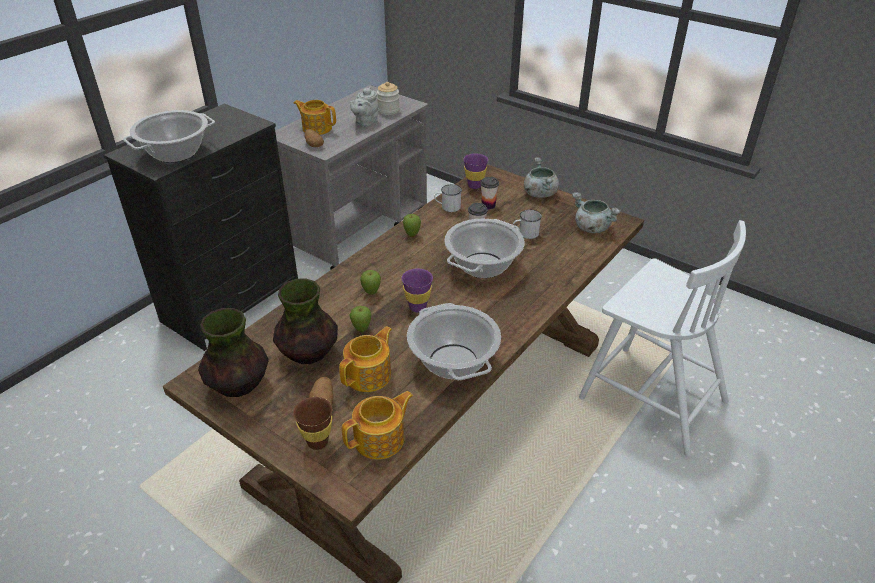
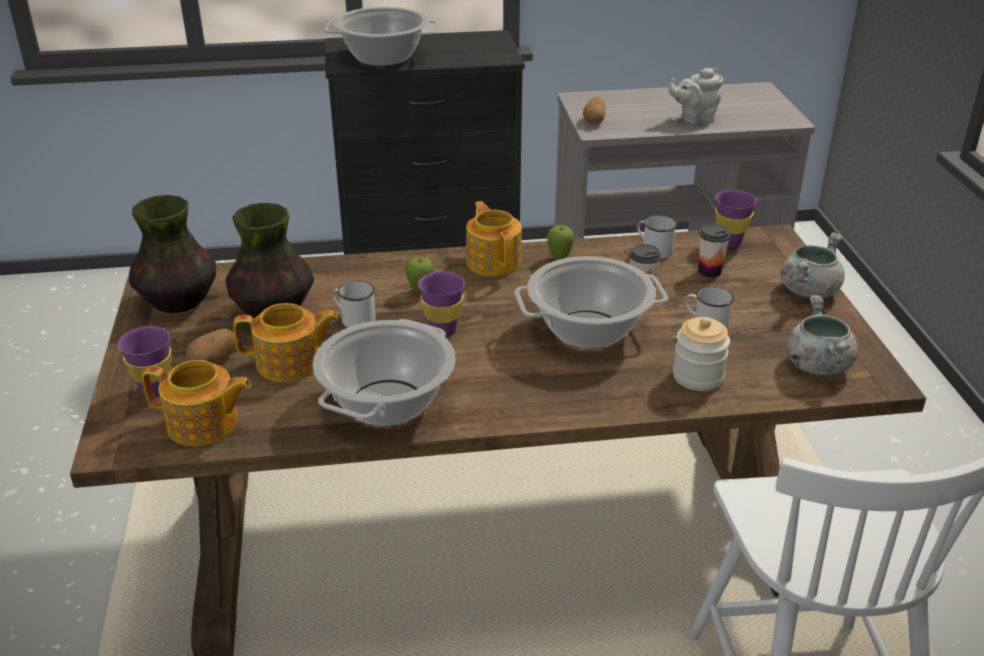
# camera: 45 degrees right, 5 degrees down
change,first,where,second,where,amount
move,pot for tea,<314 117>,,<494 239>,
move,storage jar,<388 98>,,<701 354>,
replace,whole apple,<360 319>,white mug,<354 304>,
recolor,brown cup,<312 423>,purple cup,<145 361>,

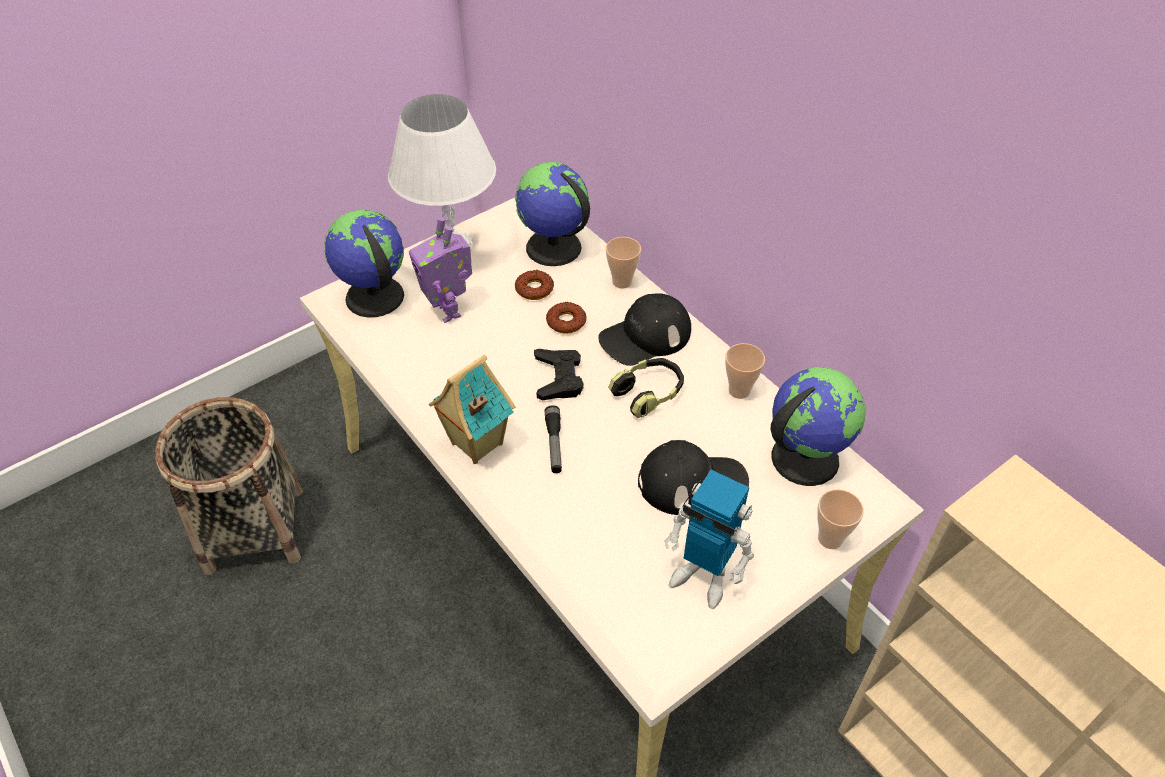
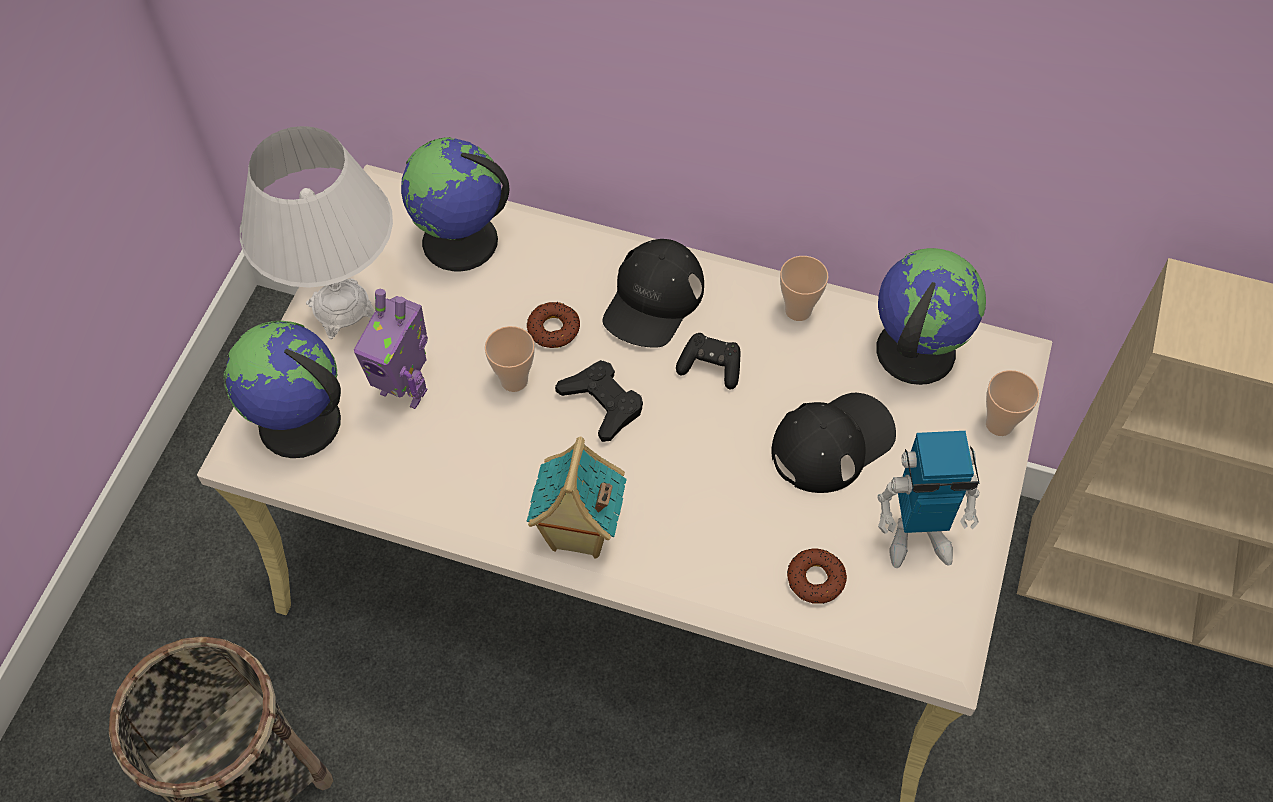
# camera: 35 degrees left, 10 degrees up
change,first,where,second,where,amount
delete,torch,<553 439>,,,
move,donut,<534 285>,,<817 576>,
move,cup,<623 263>,,<510 359>,
replace,headset,<646 388>,black-coloured joypad,<708 361>,

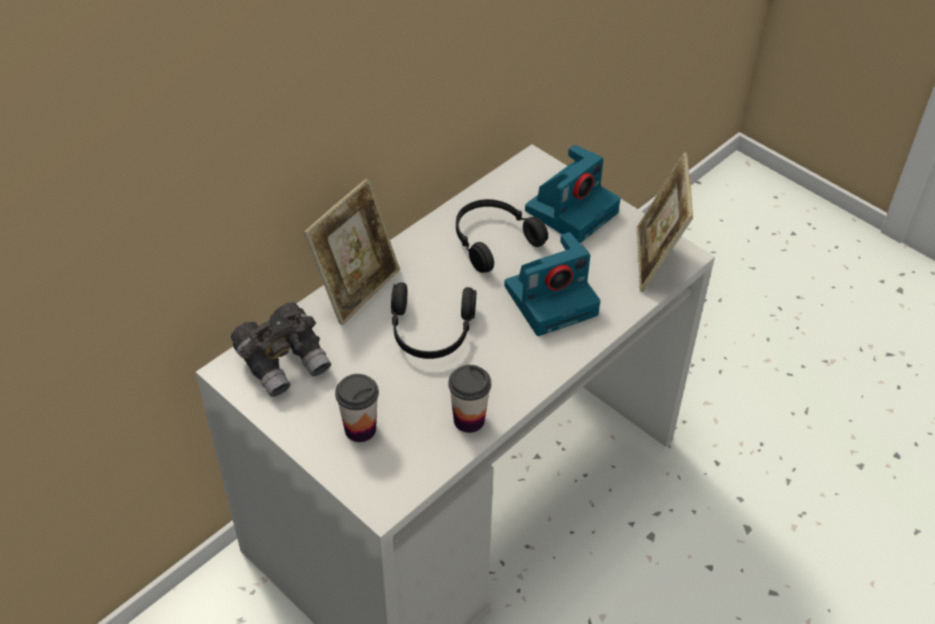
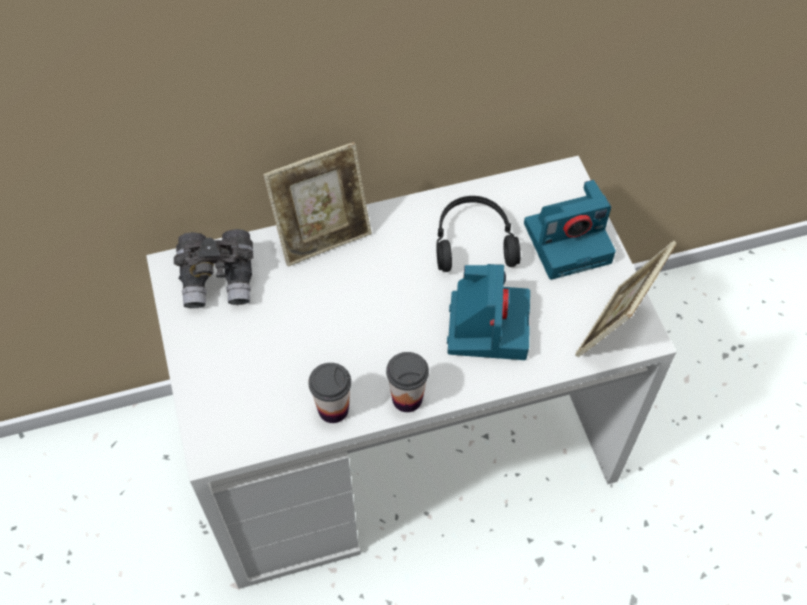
# camera: 30 degrees right, 10 degrees up
change,first,where,second,where,amount
delete,black-coloured headset,<433 320>,,,
move,cup,<357 408>,,<407 382>,
rotate,photo camera,<552 284>,,<488 312>,90 degrees counterclockwise

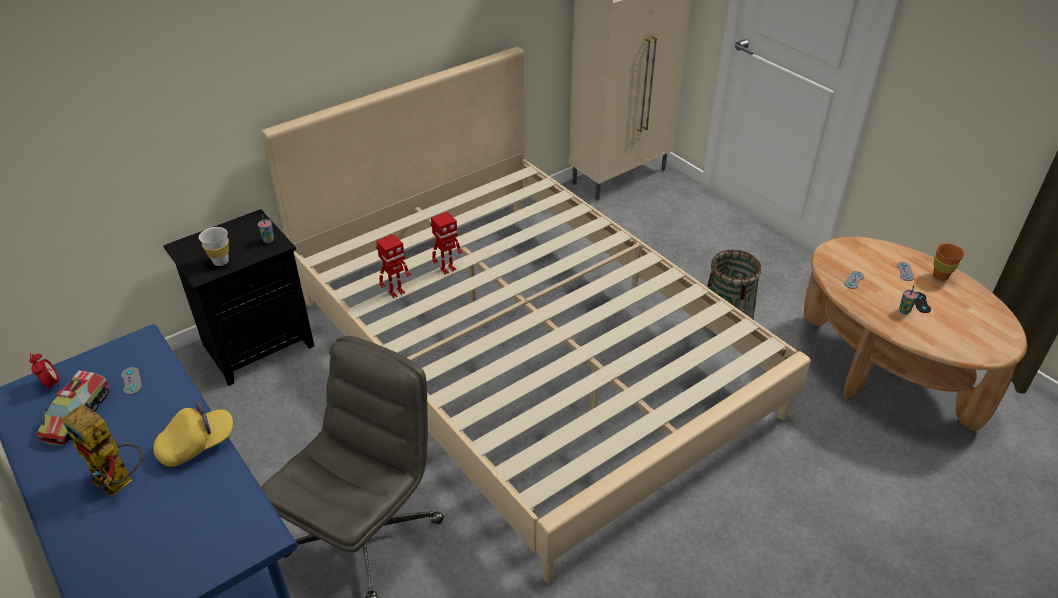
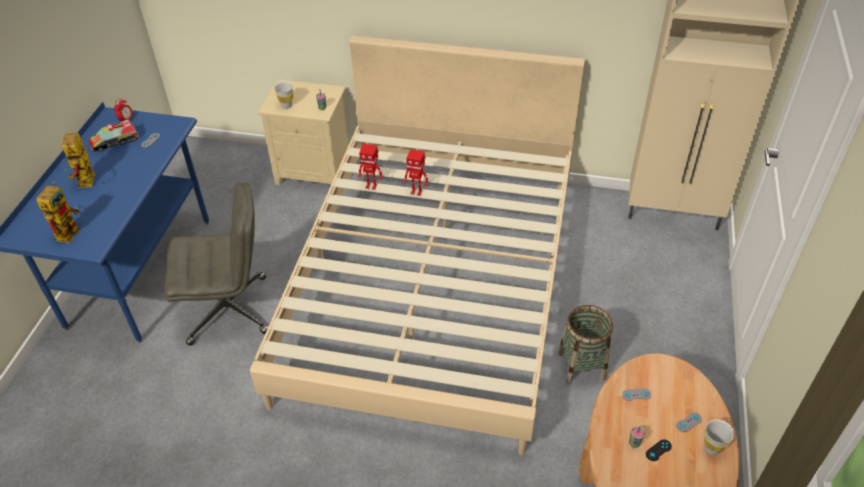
# camera: 50 degrees right, 5 degrees up
change,first,where,second,where,amount
delete,yellow peaked cap,<193 434>,,,
insert,,,robot figure,<59 212>,
recolor,black-coloured night table,<238 297>,beige-coloured night table,<303 132>,
recolor,orange cup,<949 262>,white cup,<719 437>,

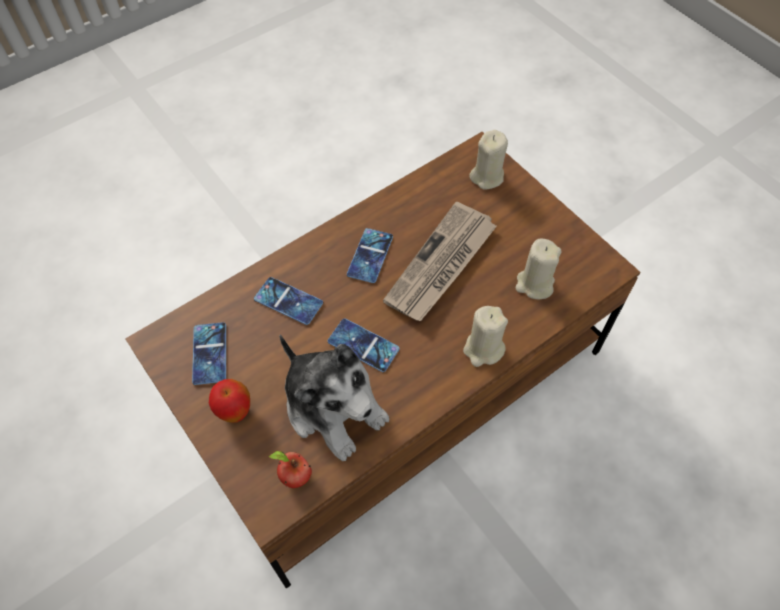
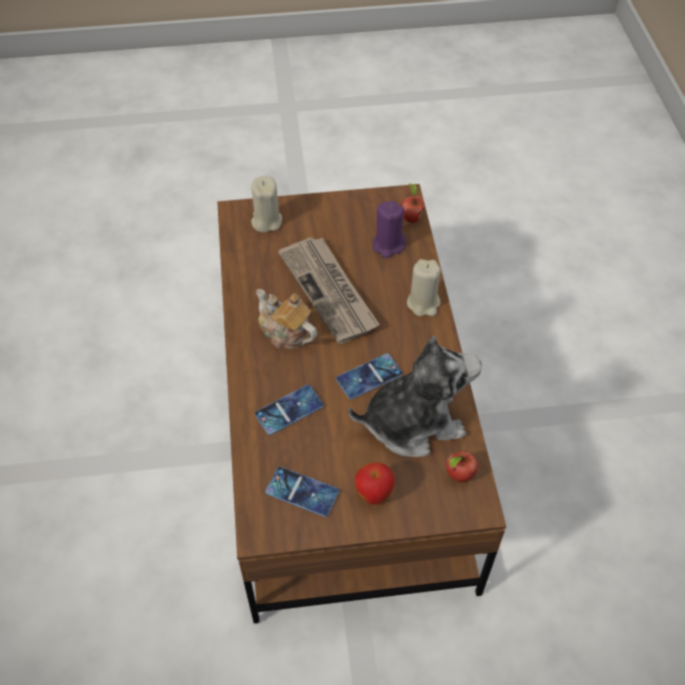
# camera: 60 degrees left, 5 degrees down
change,first,where,second,where,amount
insert,,,whole apple,<412 203>,
replace,phone,<370 255>,pot for tea,<286 319>,
recolor,beige-coloured candle,<539 269>,purple candle,<389 229>,

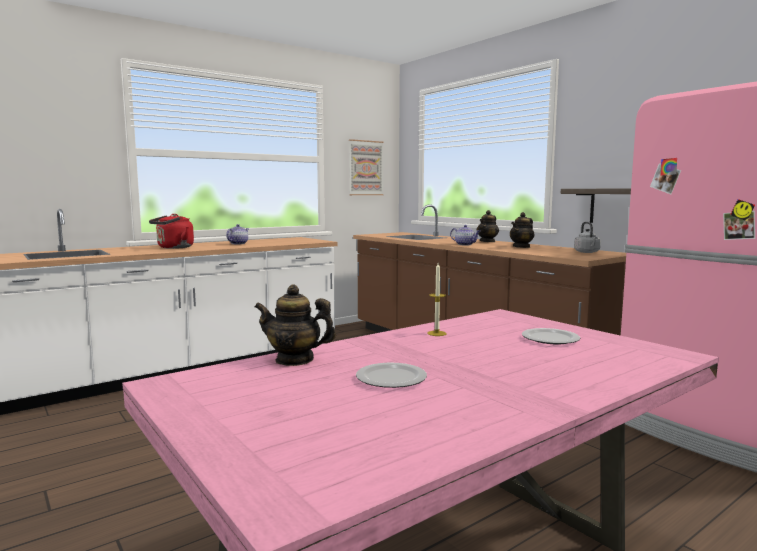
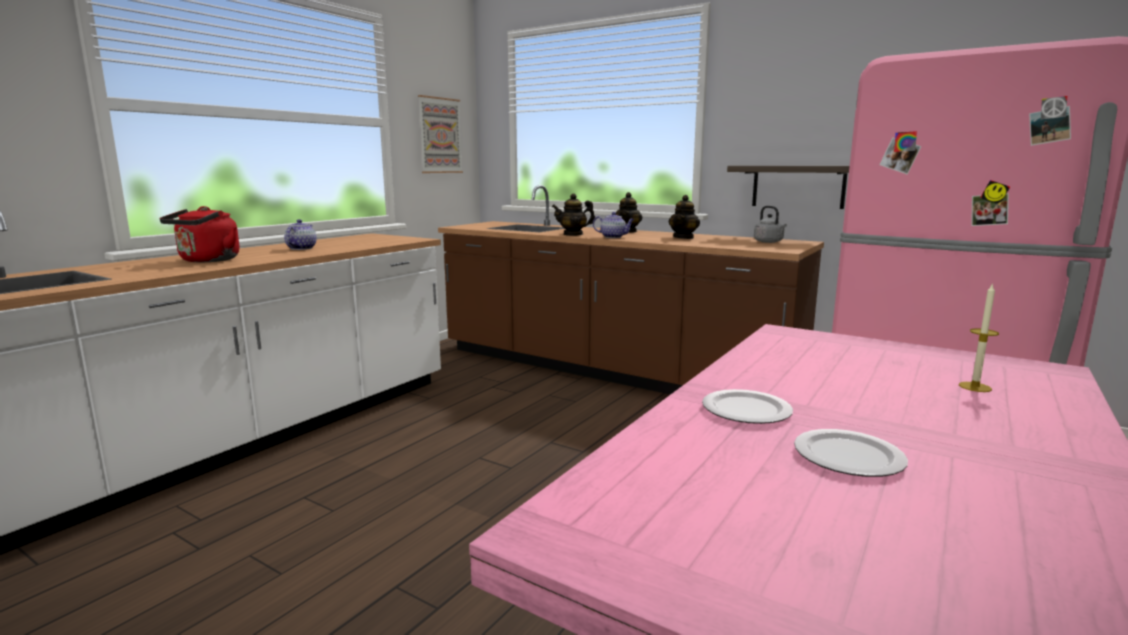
# camera: 20 degrees left, 5 degrees up
change,first,where,second,where,amount
move,pot for tea,<295 325>,,<573 214>,
move,candle,<436 299>,,<979 337>,
move,dinner plate,<551 336>,,<747 406>,

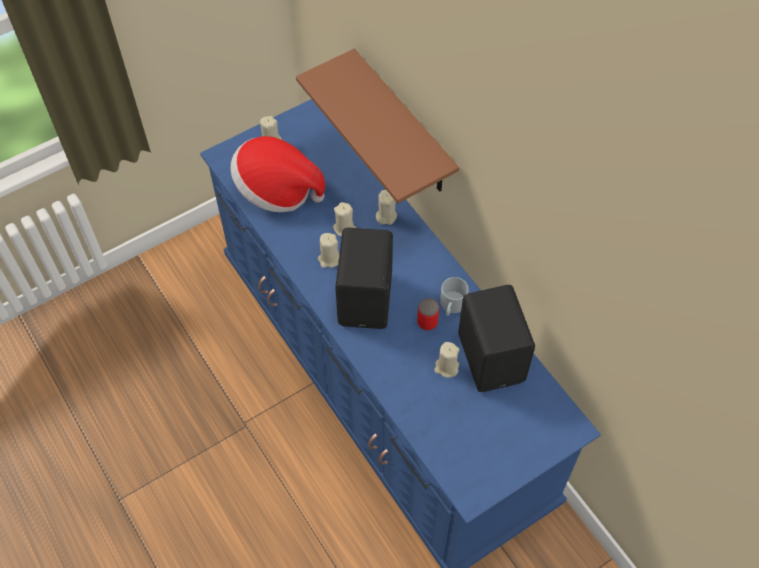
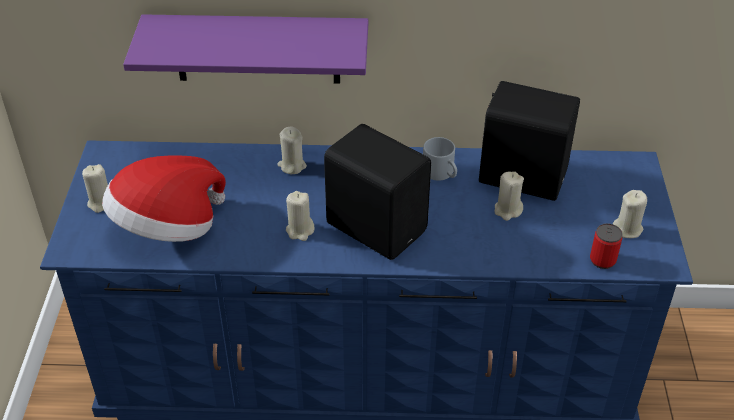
# camera: 55 degrees left, 15 degrees down
change,first,where,second,where,amount
move,beige-coloured candle,<345 219>,,<630 214>,
move,can,<428 314>,,<606 246>,
recolor,brown wall shelf,<377 126>,purple wall shelf,<245 49>,

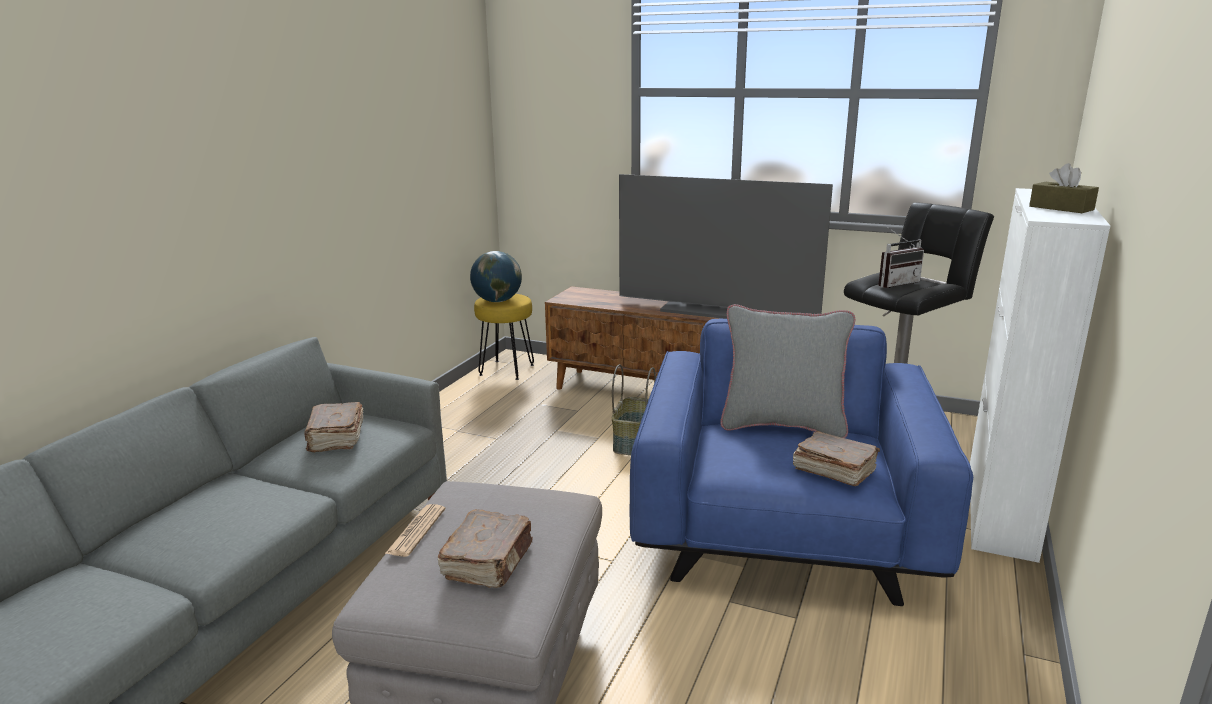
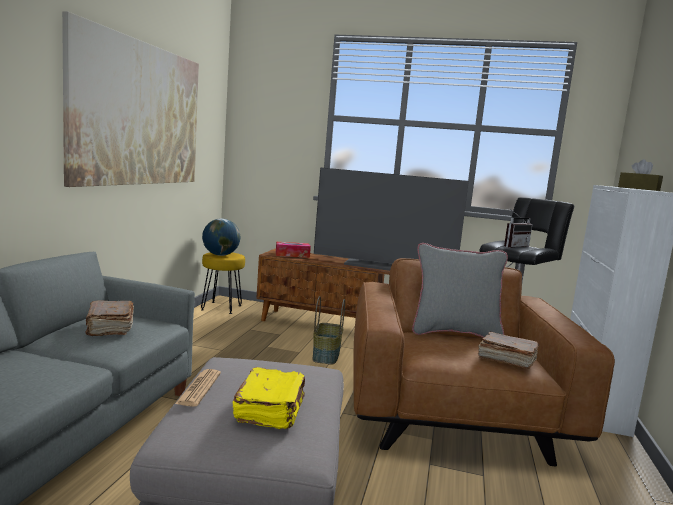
# camera: 10 degrees left, 10 degrees down
change,first,where,second,where,amount
insert,,,wall art,<130 99>,
insert,,,tissue holder,<293 250>,
recolor,brown volume,<485 548>,yellow volume,<269 398>,
recolor,blue-coloured lounge chair,<801 462>,brown lounge chair,<484 362>,

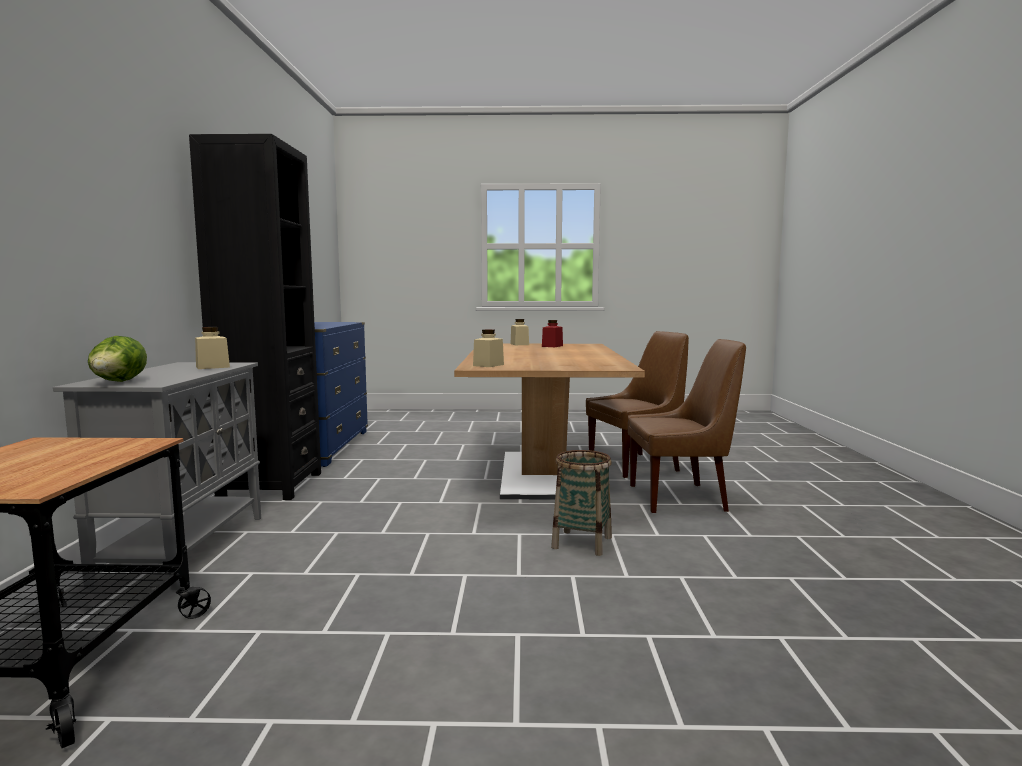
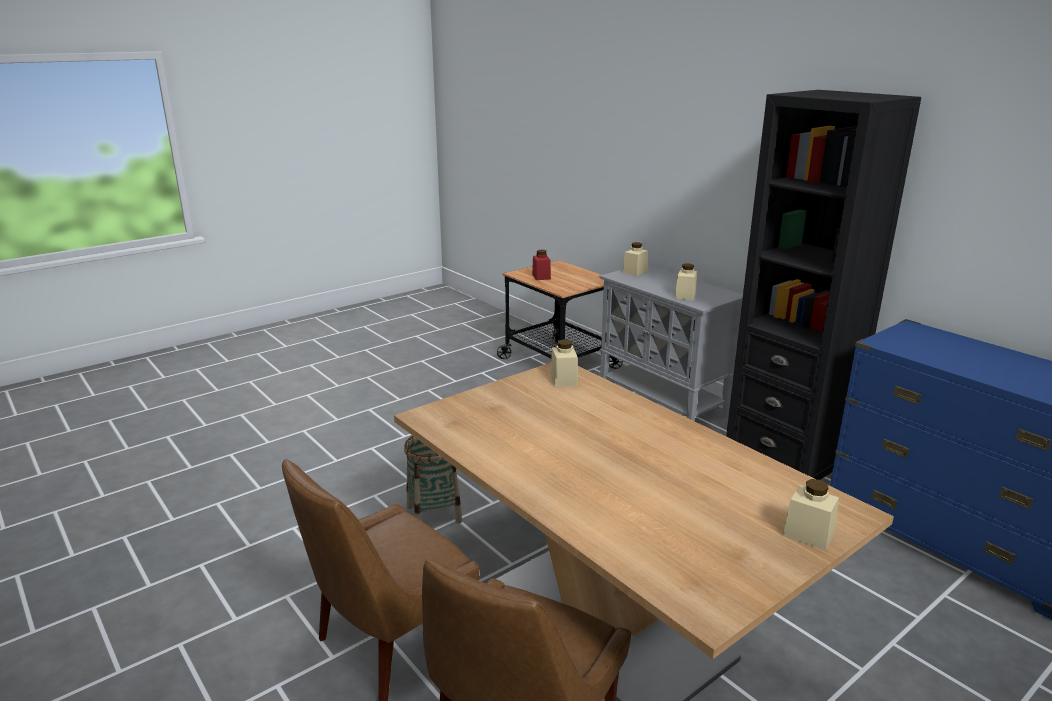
# camera: 140 degrees right, 15 degrees up
change,first,where,second,where,amount
move,red storage jar,<552 333>,,<541 265>,
replace,lettuce,<117 359>,beige-coloured storage jar,<635 259>,

